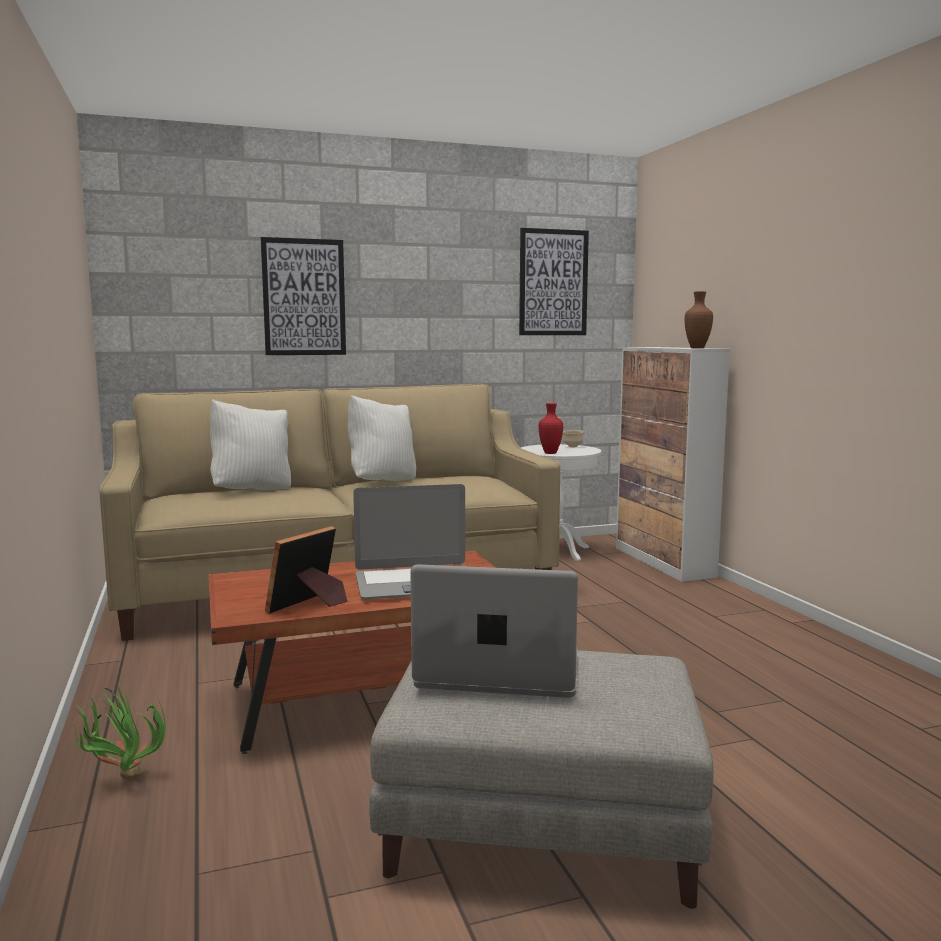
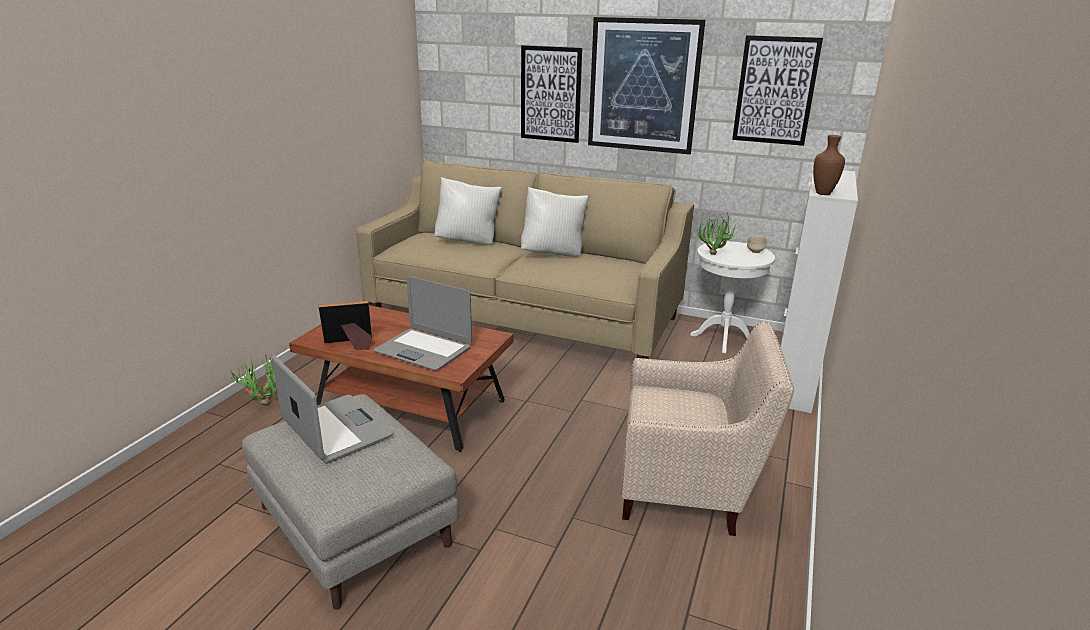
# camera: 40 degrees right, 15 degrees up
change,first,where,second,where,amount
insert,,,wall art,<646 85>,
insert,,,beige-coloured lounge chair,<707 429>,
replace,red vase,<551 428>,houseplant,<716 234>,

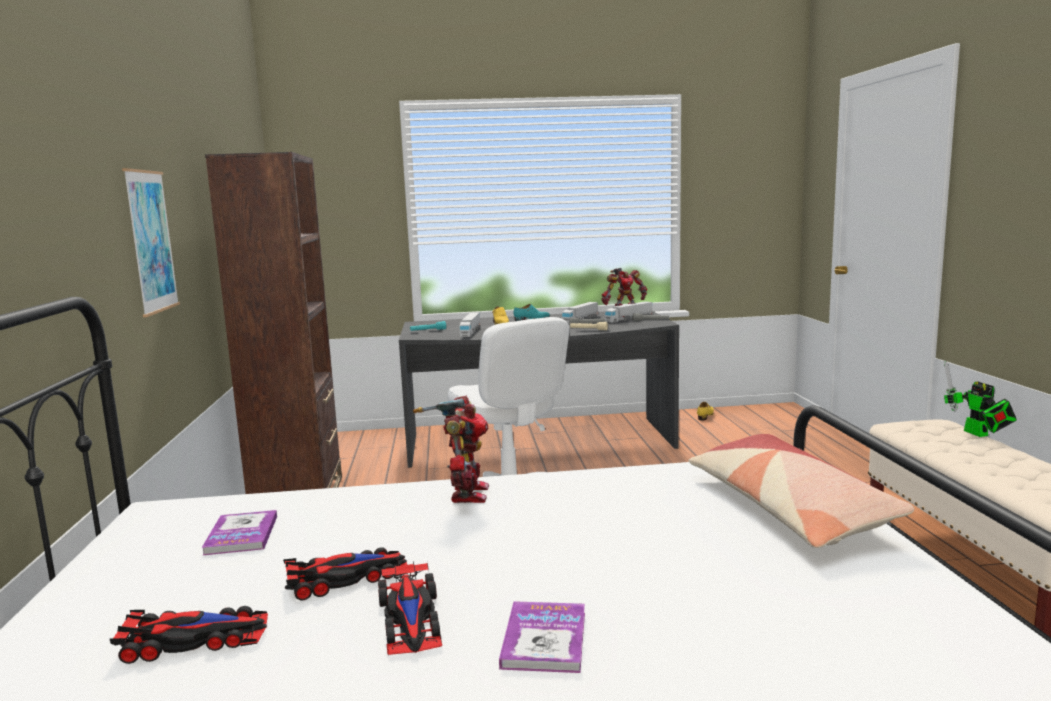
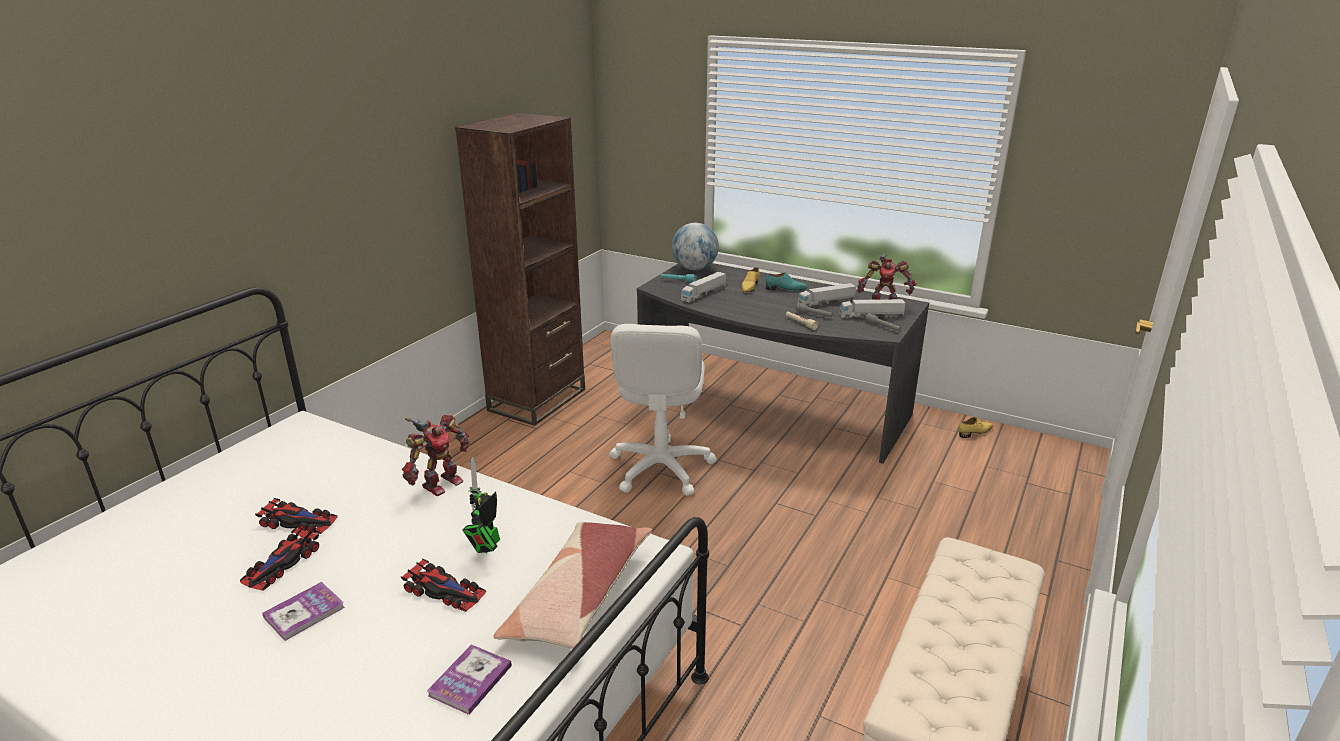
# camera: 35 degrees right, 15 degrees up
change,first,where,second,where,amount
delete,wall art,<151 242>,,,
insert,,,desk globe,<695 246>,
move,model car,<189 635>,,<443 585>,
move,volume,<239 533>,,<469 679>,
move,robot figure,<980 398>,,<481 505>,

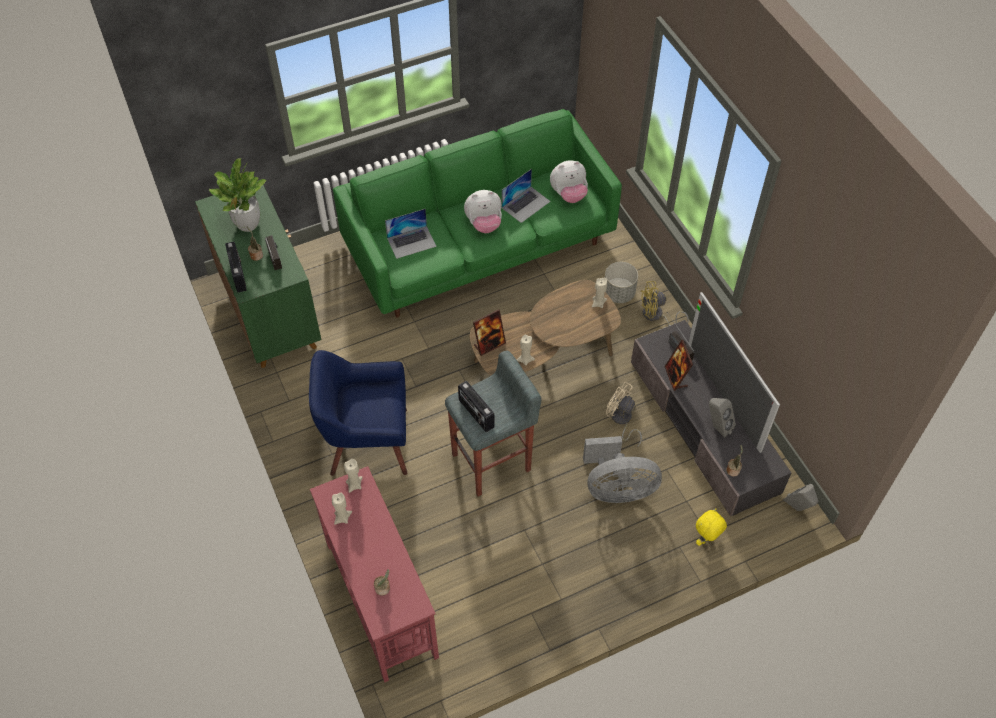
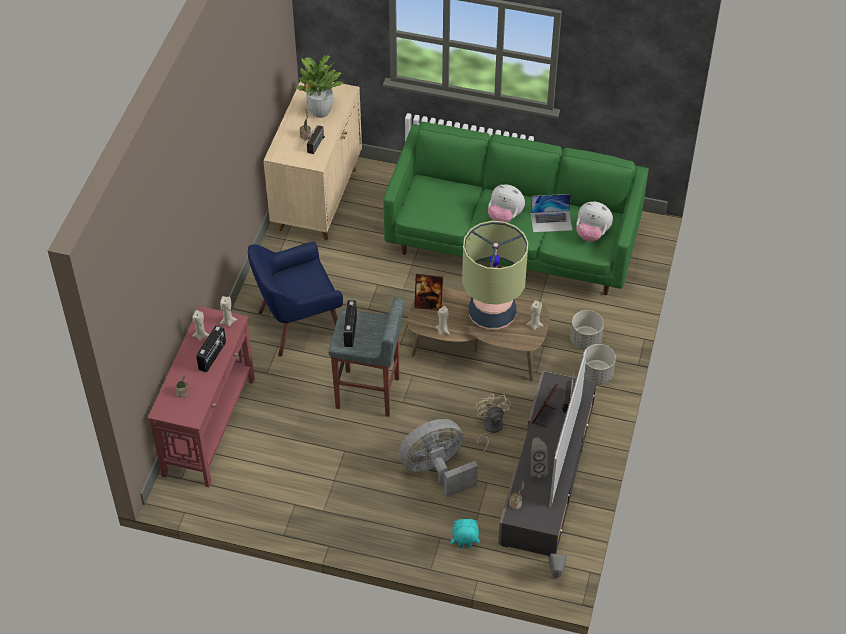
# camera: 40 degrees right, 5 degrees down
change,first,where,second,where,amount
delete,portable computer,<411 234>,,,
insert,,,table lamp,<495 275>,
move,radio,<236 267>,,<211 348>,
replace,yellow electric fan,<664 303>,gray plant pot,<599 364>,
recolor,greenish storage cabinet,<258 276>,beige-coloured storage cabinet,<312 158>,
recolor,yellow plush toy,<711 527>,blue-green plush toy,<465 533>,
rotate,blue-coloured lounge chair,<358 413>,,<295 299>,60 degrees counterclockwise
rotate,gray electric fan,<622 469>,,<438 458>,120 degrees clockwise

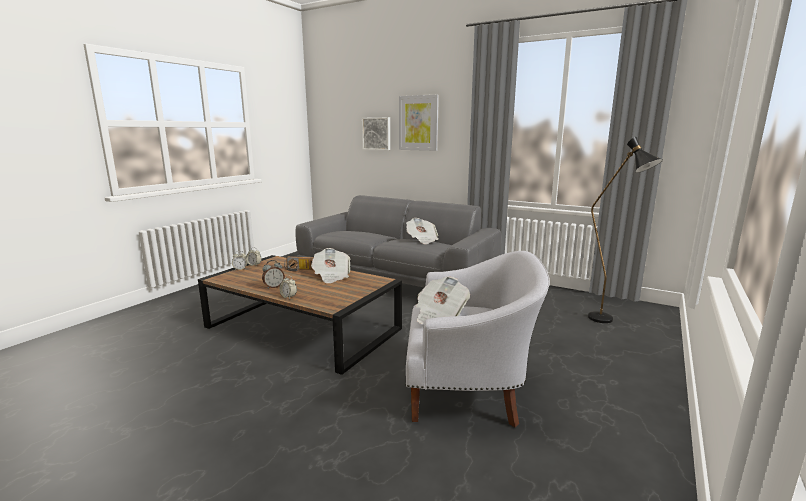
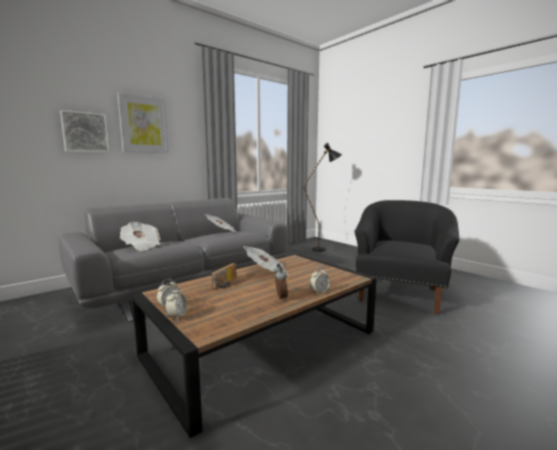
# camera: 70 degrees left, 5 degrees down
change,first,where,second,where,amount
move,daily paper,<443 300>,,<140 236>,
recolor,white lounge chair,<477 339>,black-coloured lounge chair,<406 257>,

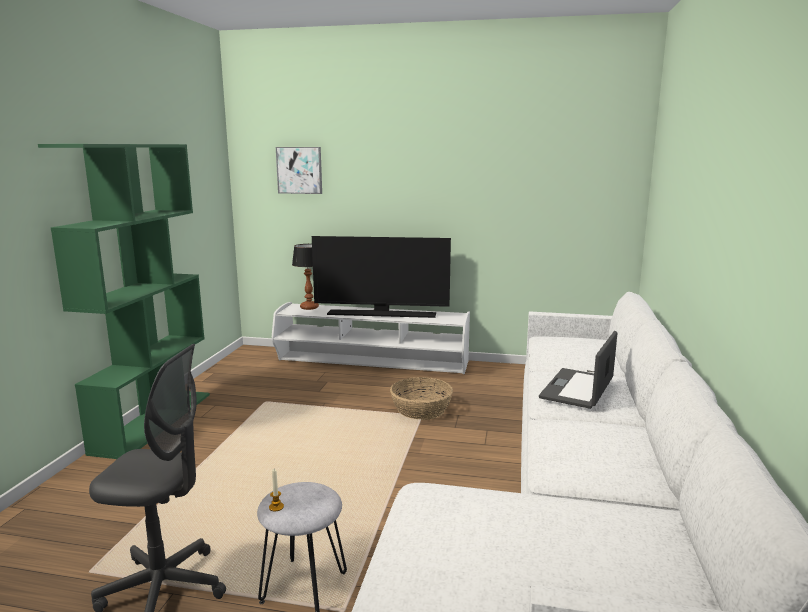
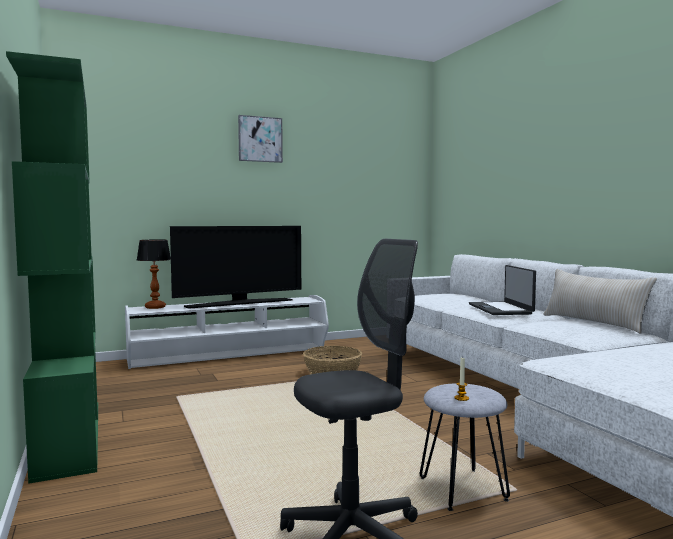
# camera: 35 degrees left, 10 degrees down
change,first,where,second,where,amount
insert,,,beige-coloured cushion,<600 301>,
move,wall art,<299 170>,,<260 139>,

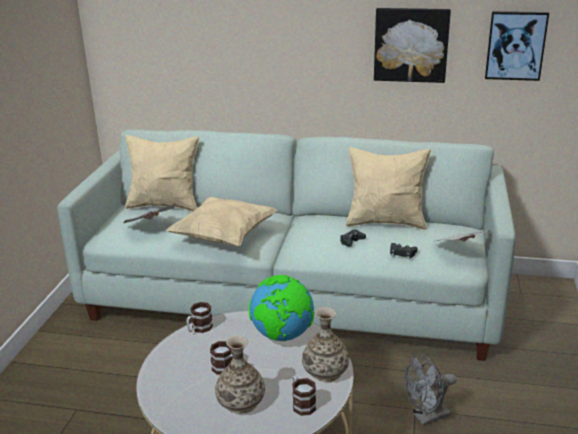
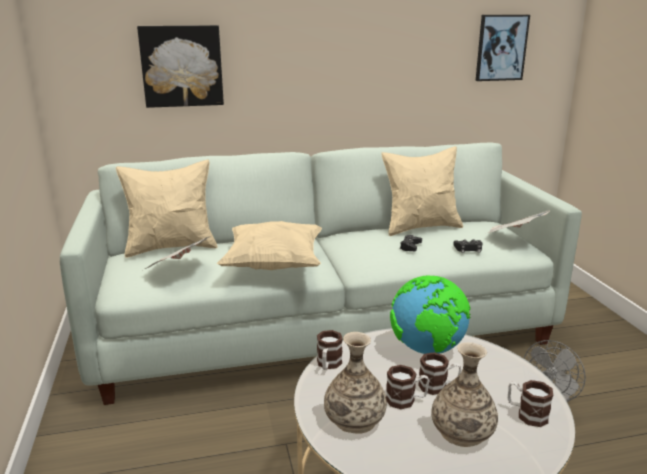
# camera: 25 degrees left, 5 degrees down
change,first,where,second,where,amount
insert,,,mug,<440 373>,
move,vase,<325 344>,,<355 383>,
move,wall art,<412 45>,,<180 66>,

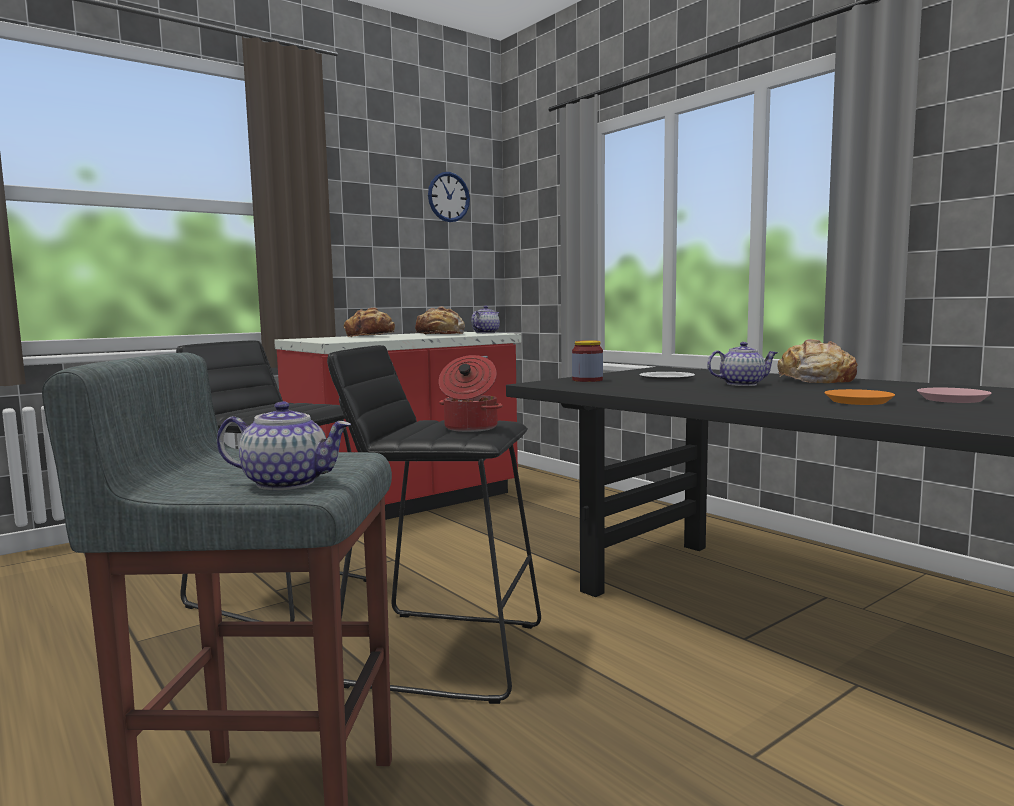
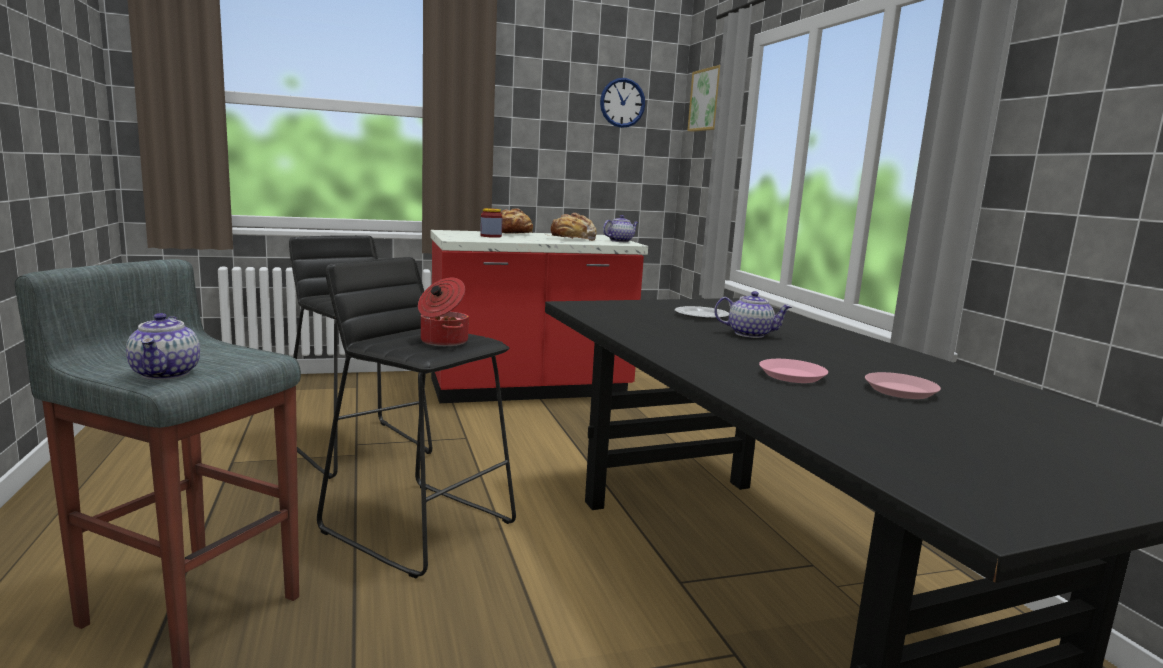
# camera: 20 degrees right, 5 degrees up
change,first,where,second,where,amount
delete,baked bread,<817 361>,,,
insert,,,wall art,<703 98>,
move,storage jar,<587 361>,,<491 223>,
recolor,orange dinner plate,<859 397>,pink dinner plate,<793 371>,
rotate,pot for tea,<284 445>,,<163 346>,45 degrees clockwise

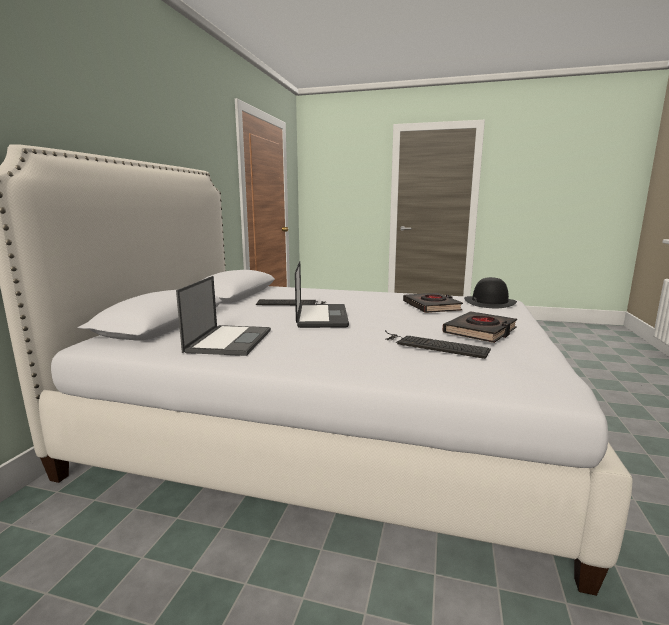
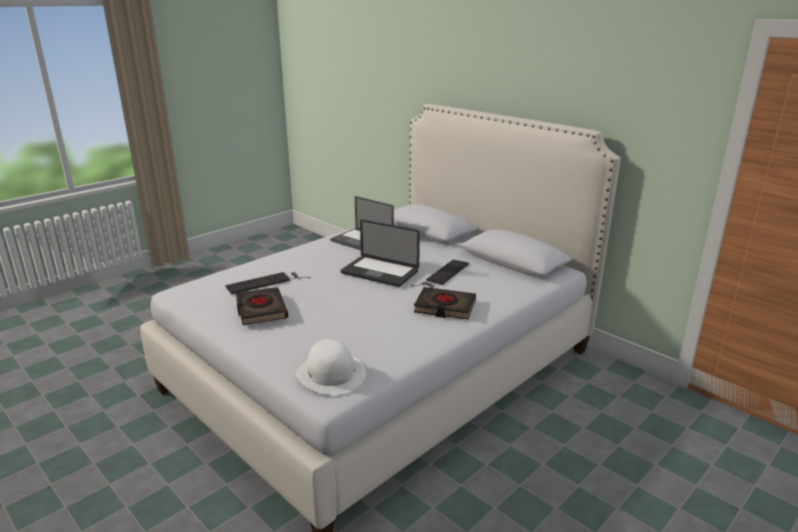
# camera: 120 degrees right, 10 degrees up
change,first,where,second,where,amount
move,black-coloured volume,<433 303>,,<445 303>,
recolor,black-coloured wearable hat,<490 292>,white wearable hat,<331 367>,

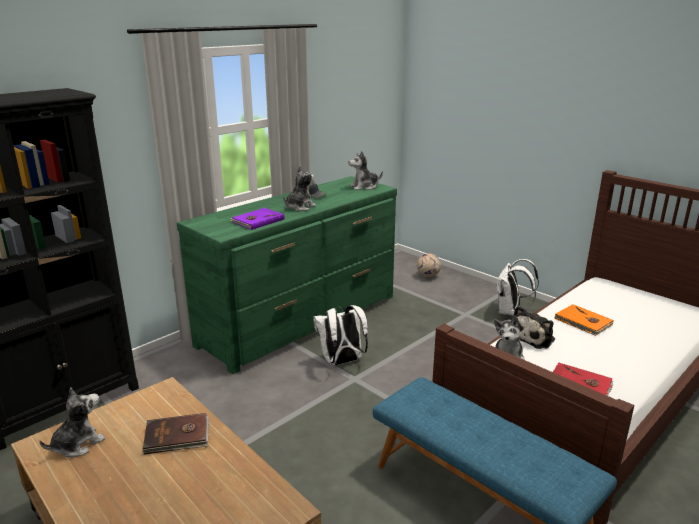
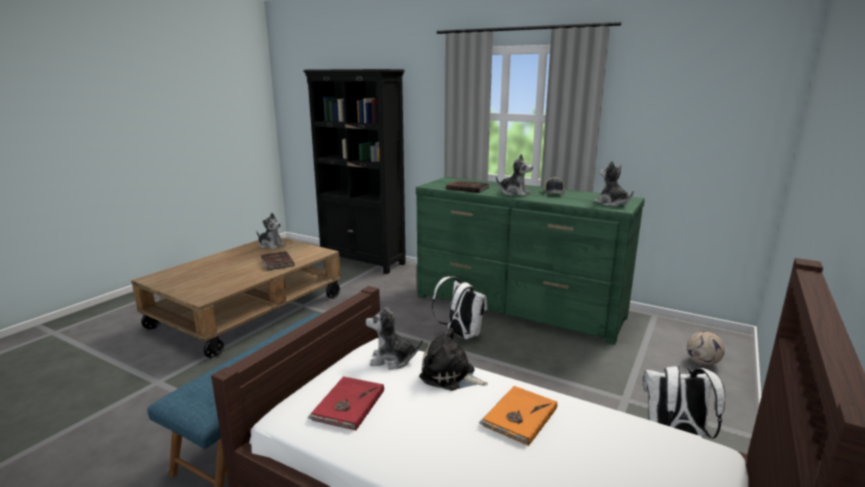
# camera: 75 degrees right, 5 degrees down
change,first,where,second,where,amount
recolor,purple volume,<257 219>,brown volume,<468 186>,

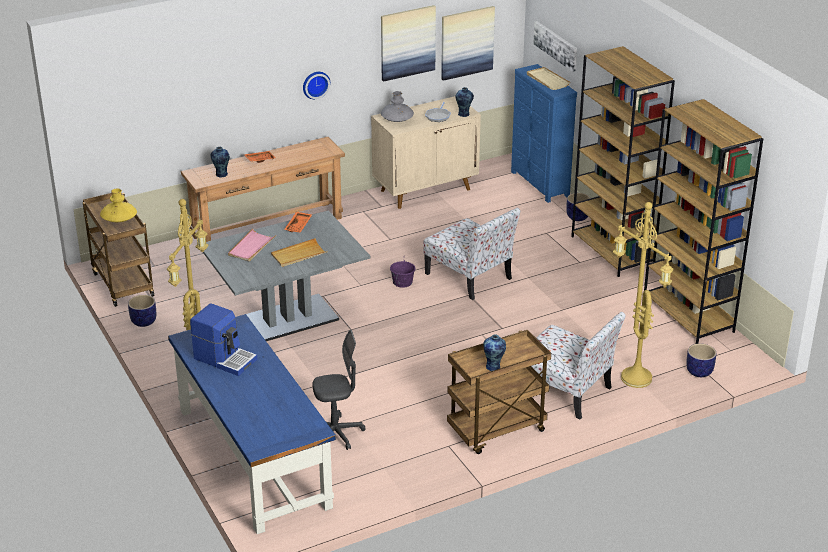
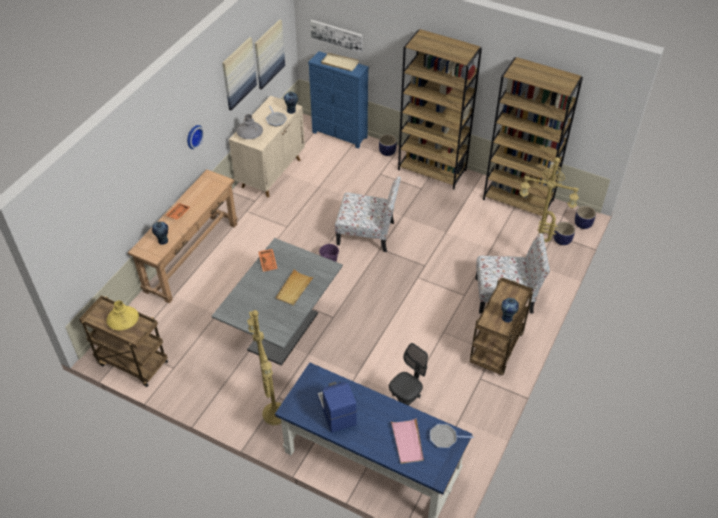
# camera: 35 degrees left, 15 degrees up
change,first,where,second,where,amount
insert,,,skillet,<452 436>,
move,plant pot,<142 311>,,<585 217>,
move,pink carrying tray,<252 245>,,<407 441>,
rotate,coffee brewer,<223 340>,,<337 407>,105 degrees counterclockwise

